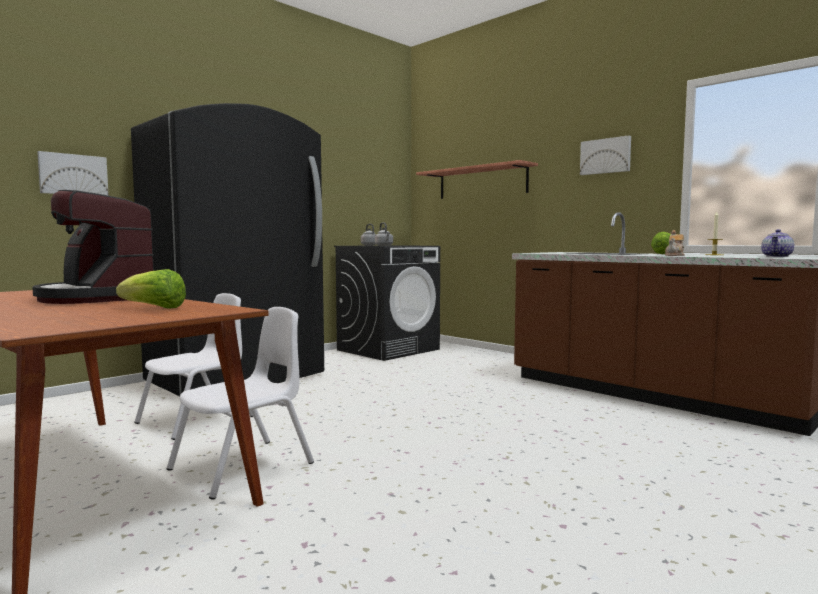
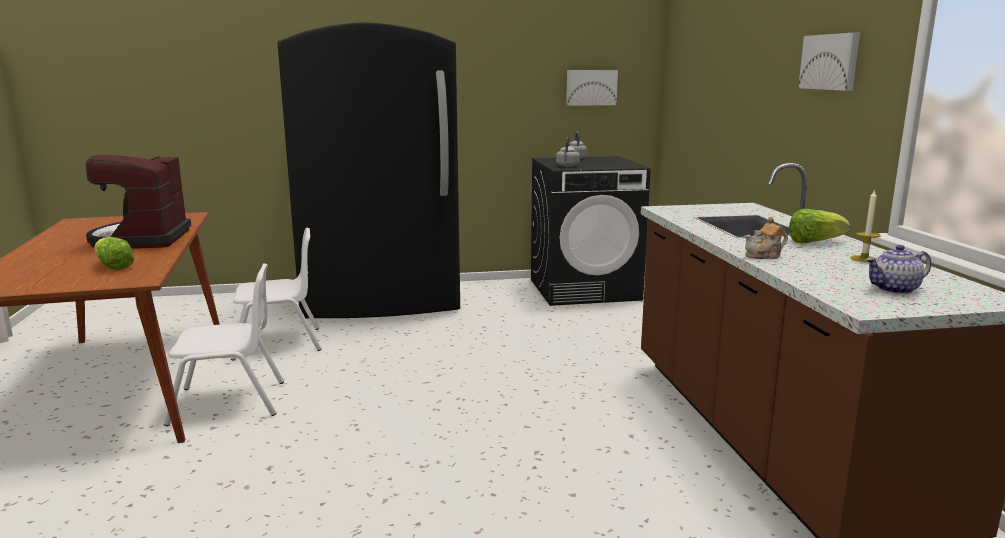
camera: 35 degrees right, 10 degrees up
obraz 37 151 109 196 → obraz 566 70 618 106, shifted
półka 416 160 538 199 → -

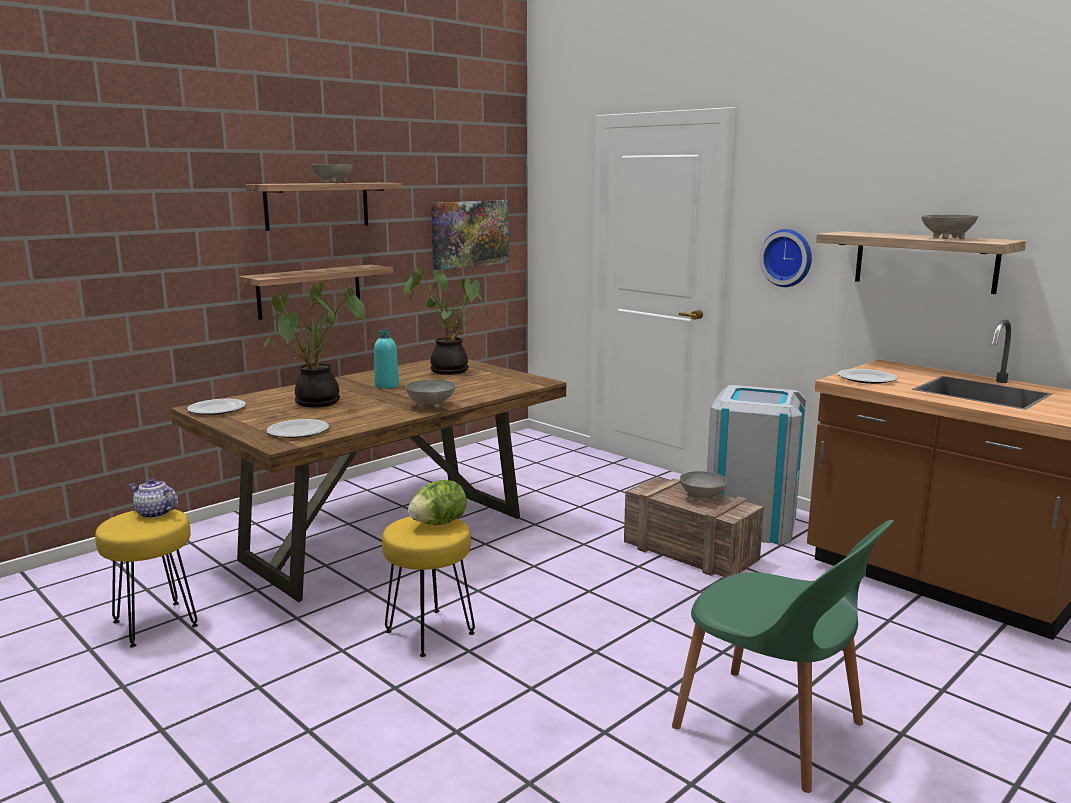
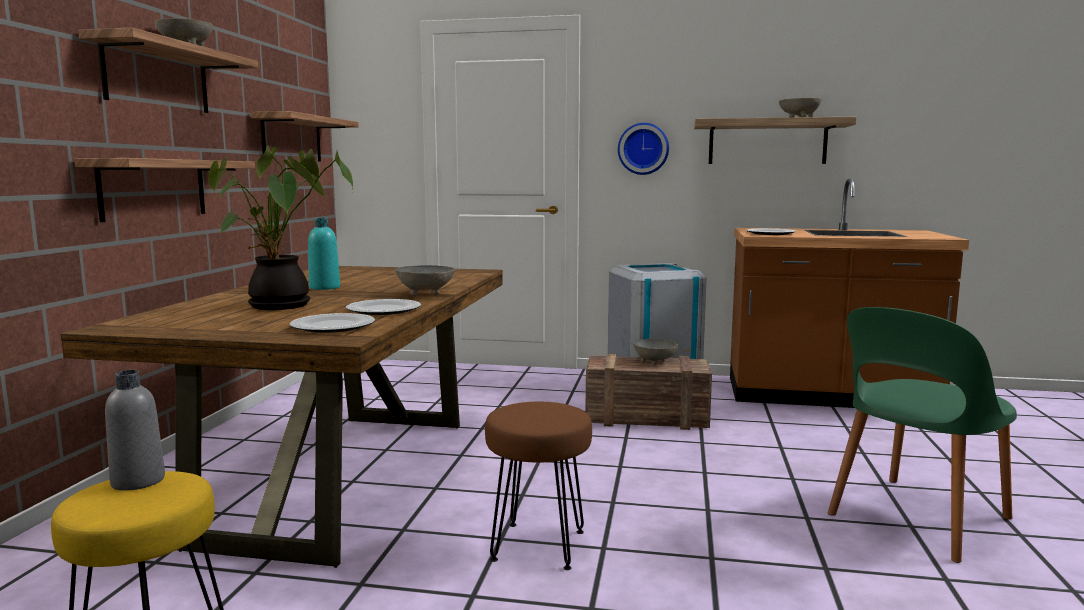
camera: 35 degrees left, 5 degrees down
imbryk 128 478 178 518 → butelka/szary 105 370 165 491
talerz 187 399 246 415 → talerz 346 299 421 315, shifted
stołek/żółty 382 517 475 657 → stołek/brązowy 485 402 592 570
roślina doniczkowa 404 267 489 375 → -
sałata 408 480 467 525 → -
obraz 431 200 509 270 → półka 251 111 359 161
krzesło/zielony 672 520 893 793 → krzesło/zielony 828 307 1017 563, 135 degrees clockwise

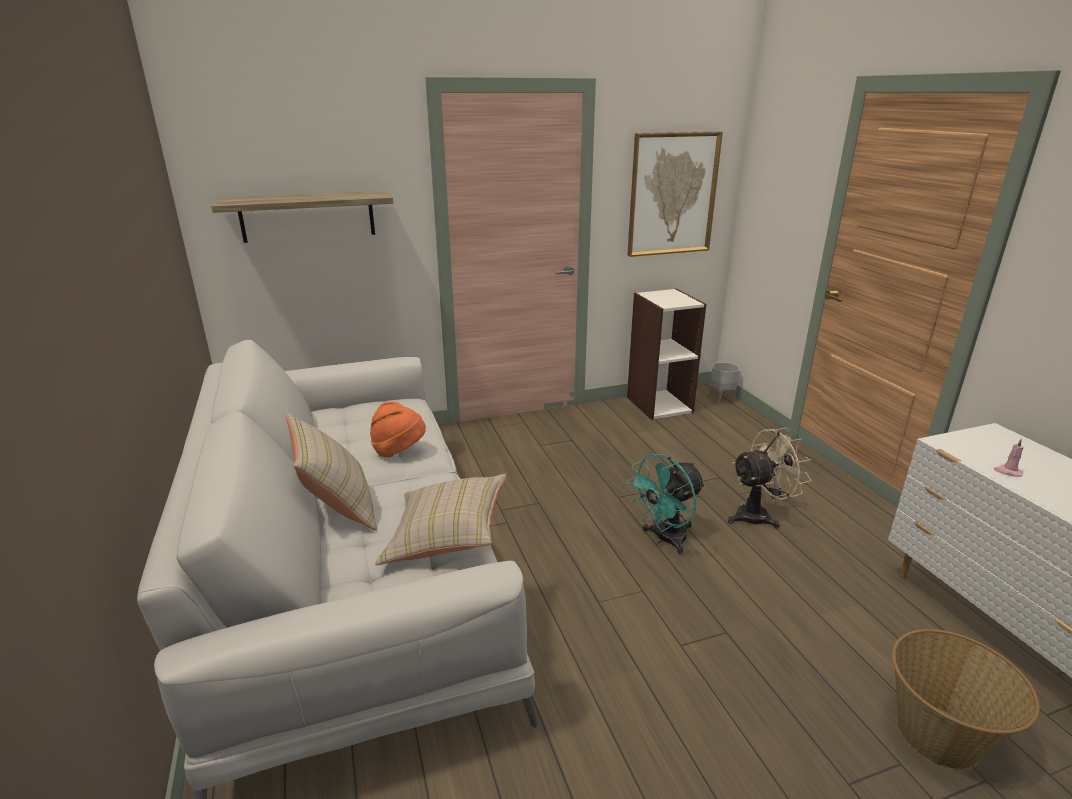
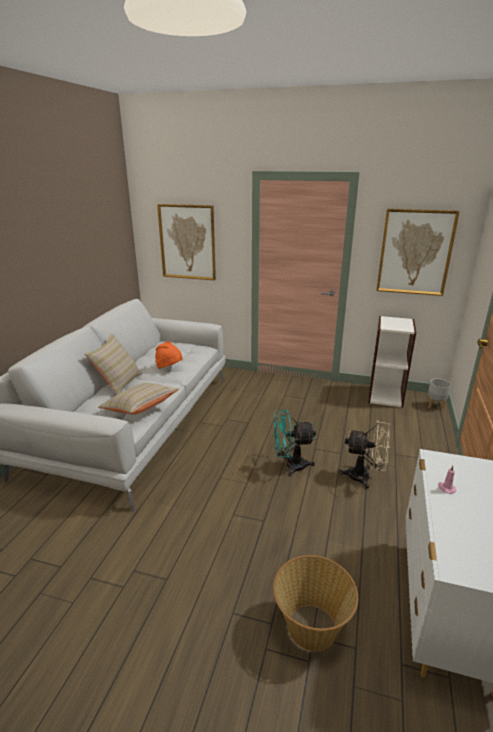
camera: 35 degrees right, 0 degrees up
półka 211 191 393 243 → obraz 157 204 216 280

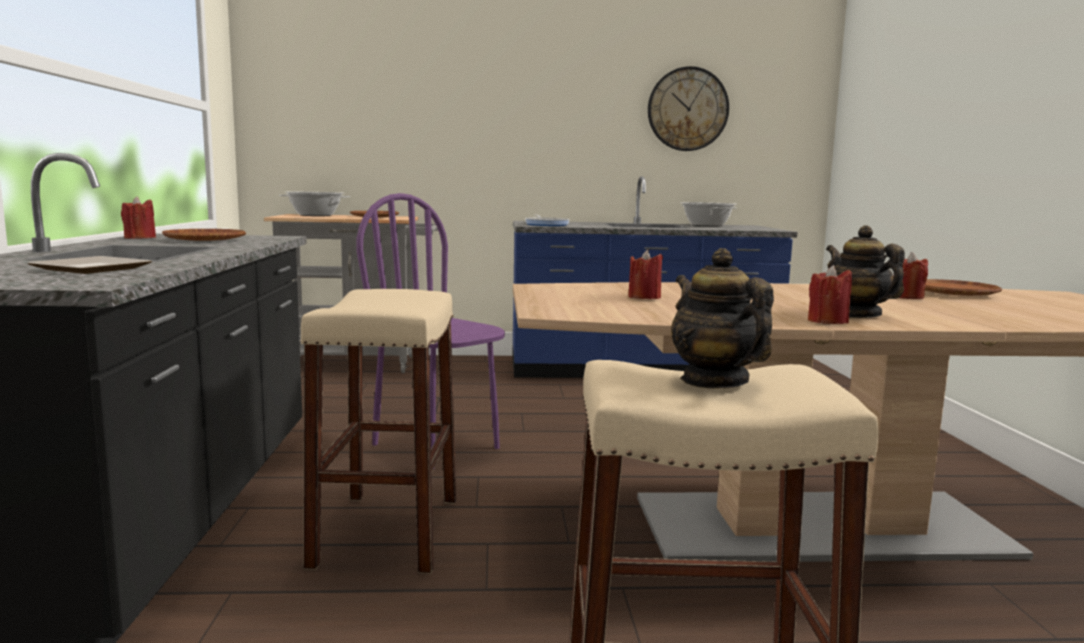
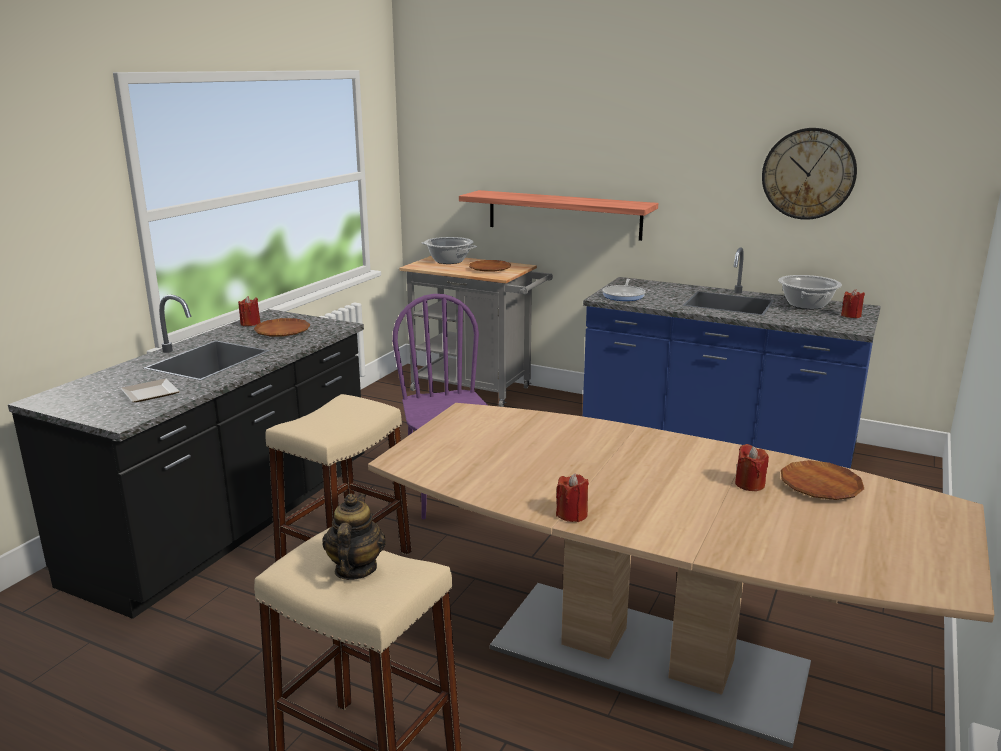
camera: 30 degrees right, 10 degrees up
świeca/czerwony 628 250 663 299 → świeca/czerwony 841 289 865 318, shifted
imbryk 826 226 905 318 → -
- → półka 459 190 658 241

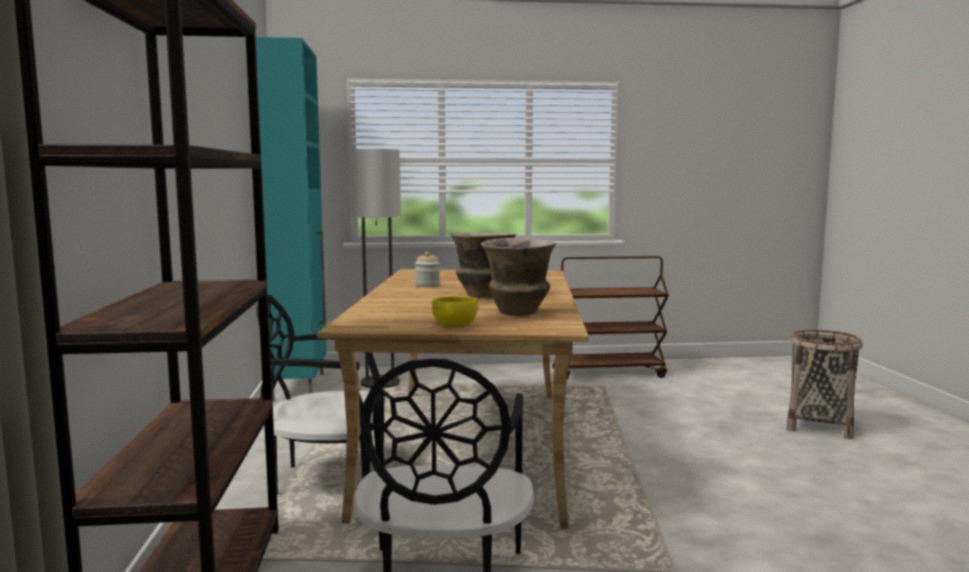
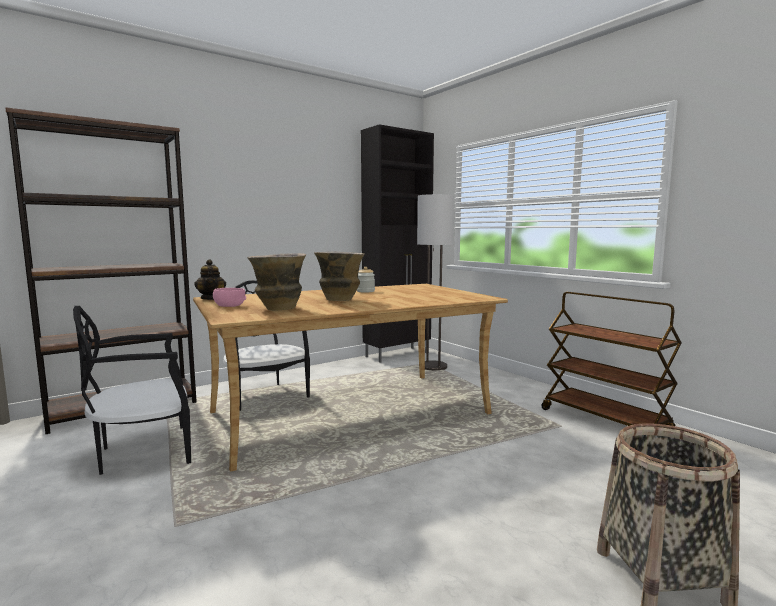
camera: 60 degrees right, 0 degrees up
szafka/turkusowy 256 37 327 401 → szafka/czarny 361 124 434 363
miska/żółty 432 296 478 326 → miska/różowy 213 288 246 307
- → imbryk 194 259 226 300

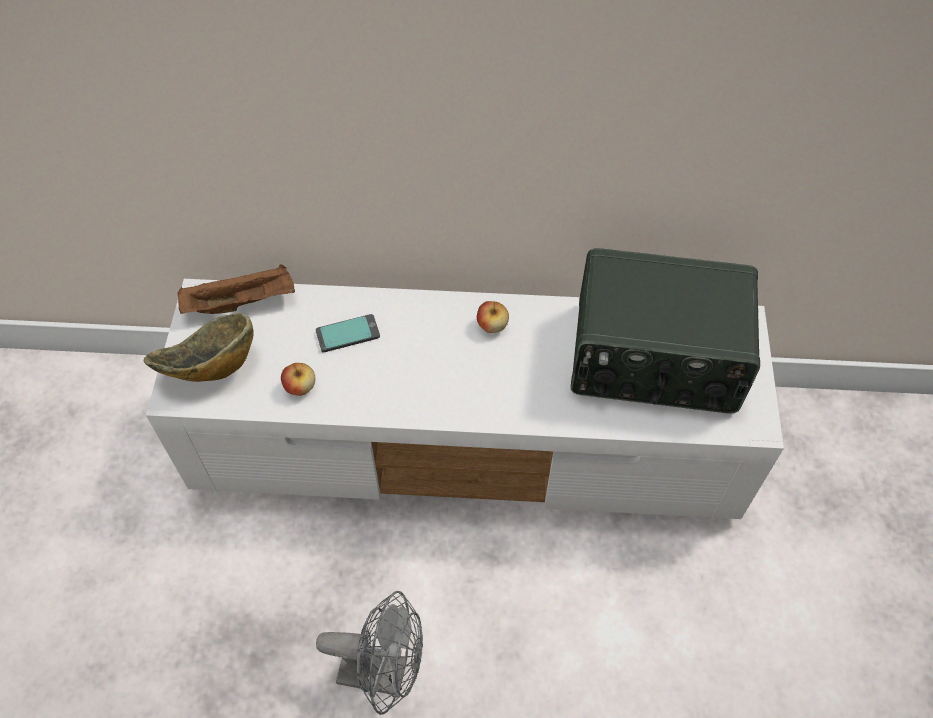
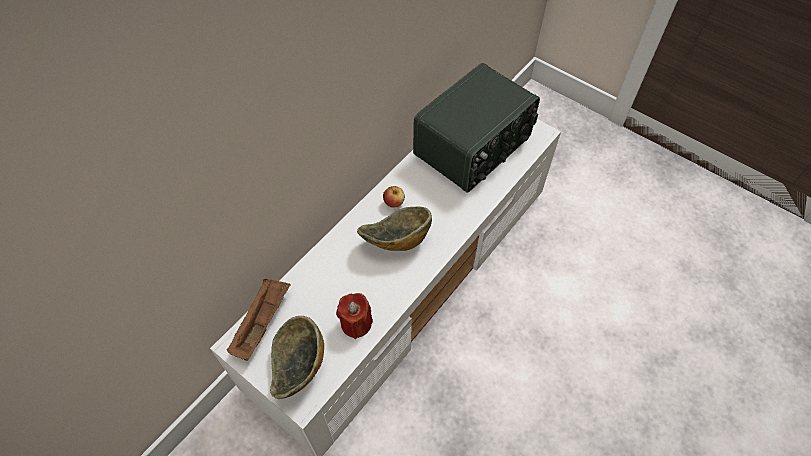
camera: 55 degrees left, 0 degrees up
jabłko 281 363 315 396 → świeca/czerwony 336 293 373 339
telefon 316 314 380 352 → -
wentylator/szary 316 591 423 715 → -
- → miska 357 207 432 251

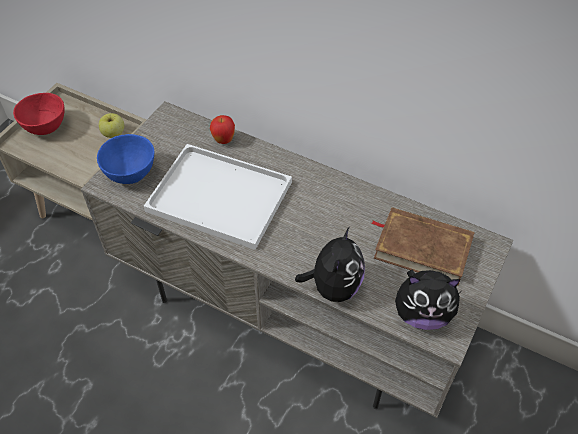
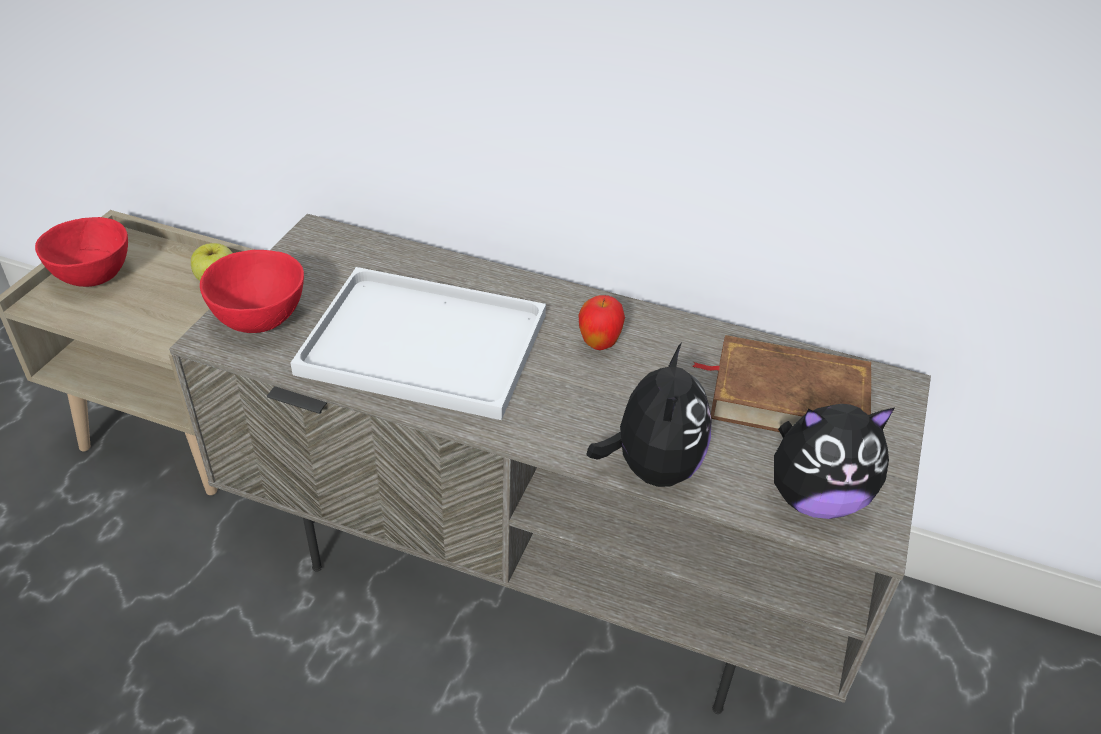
camera: 10 degrees left, 10 degrees down
miska/niebieski 97 134 154 184 → miska/czerwony 200 250 304 333
jabłko 210 115 235 144 → jabłko 579 295 625 350, shifted

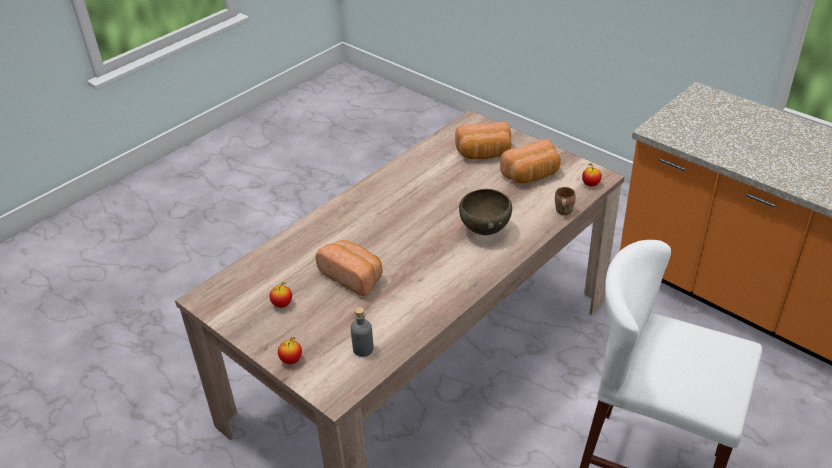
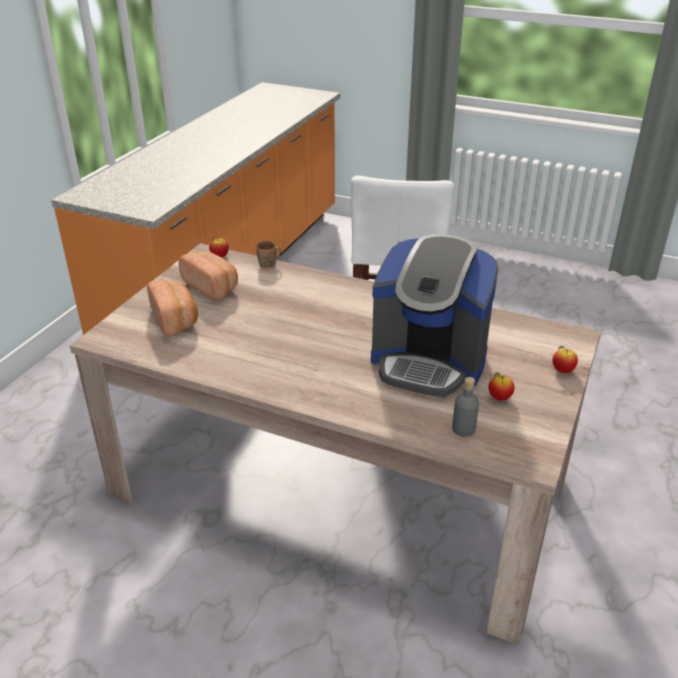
camera: 110 degrees left, 5 degrees down
chleb 316 240 382 296 → ekspres do kawy 371 234 499 397
butelka/szary 351 307 374 357 → butelka/szary 452 377 479 437, shifted
miska/brązowy 459 189 512 235 → -

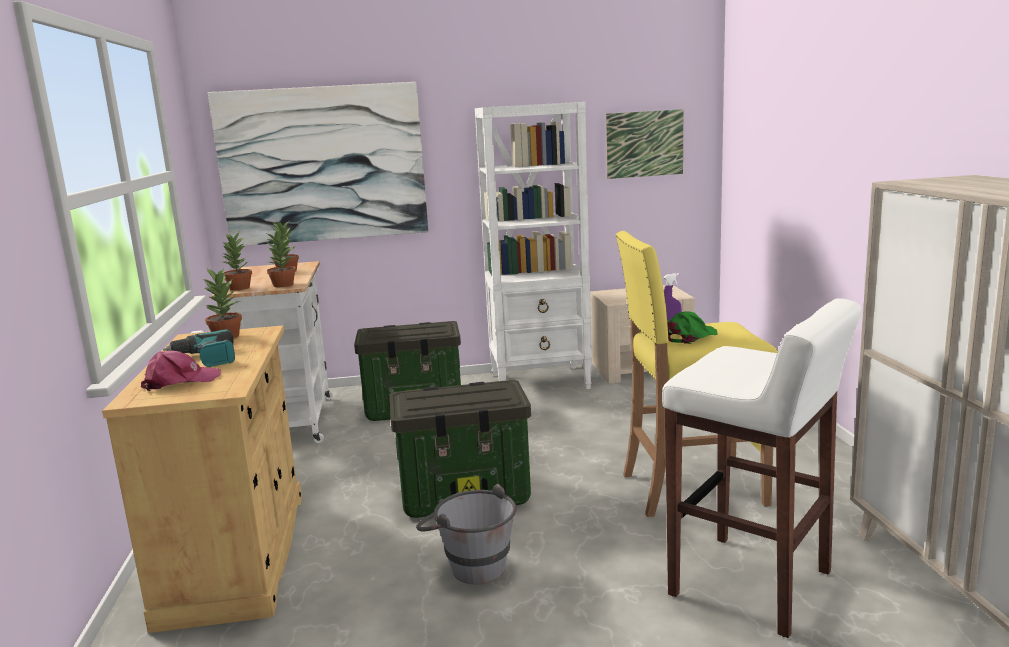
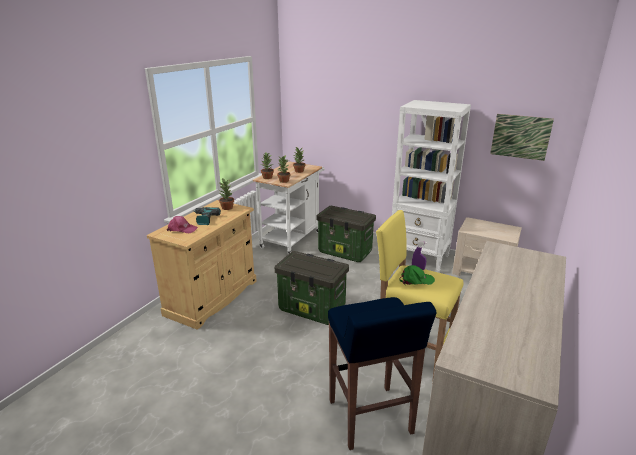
camera: 35 degrees right, 10 degrees up
obraz 208 82 428 246 → -
wiadro/szary 416 484 516 585 → -
stołek/biały 662 298 862 638 → stołek/niebieski 328 297 437 450

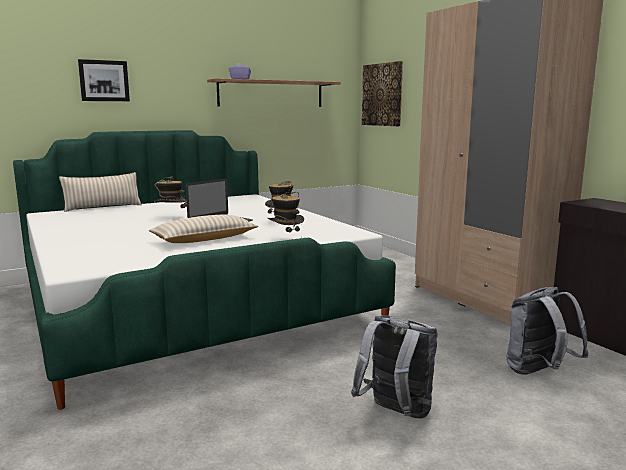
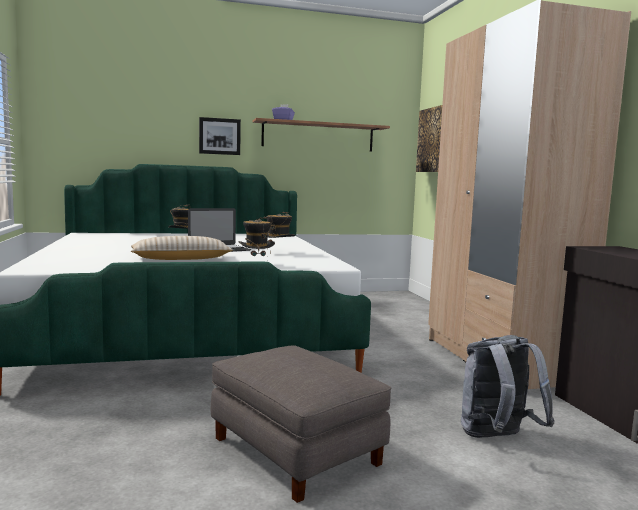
camera: 15 degrees right, 5 degrees down
poduszka/beżowy 59 172 142 212 → -
obraz 78 59 130 101 → obraz 199 117 241 155, shifted
plecak/szary 351 316 438 419 → pufa/szary 211 345 391 503

